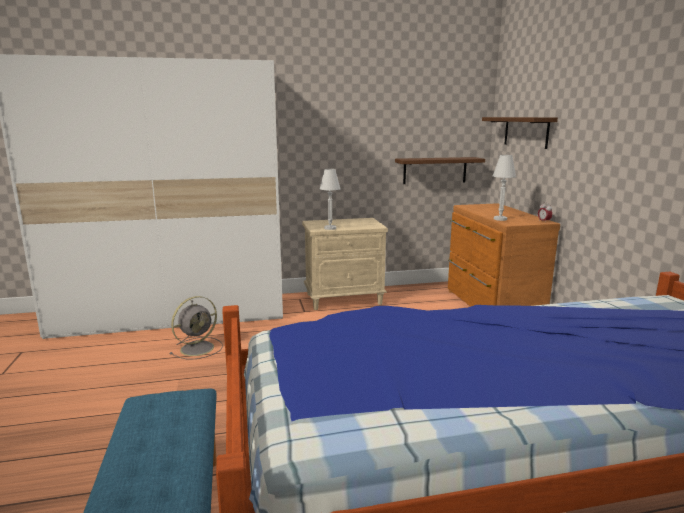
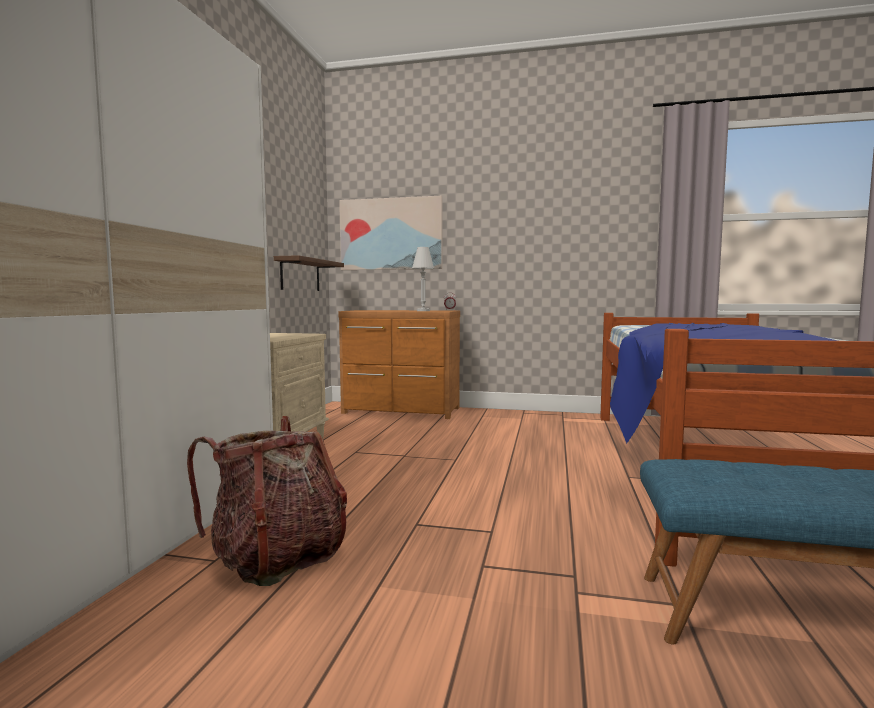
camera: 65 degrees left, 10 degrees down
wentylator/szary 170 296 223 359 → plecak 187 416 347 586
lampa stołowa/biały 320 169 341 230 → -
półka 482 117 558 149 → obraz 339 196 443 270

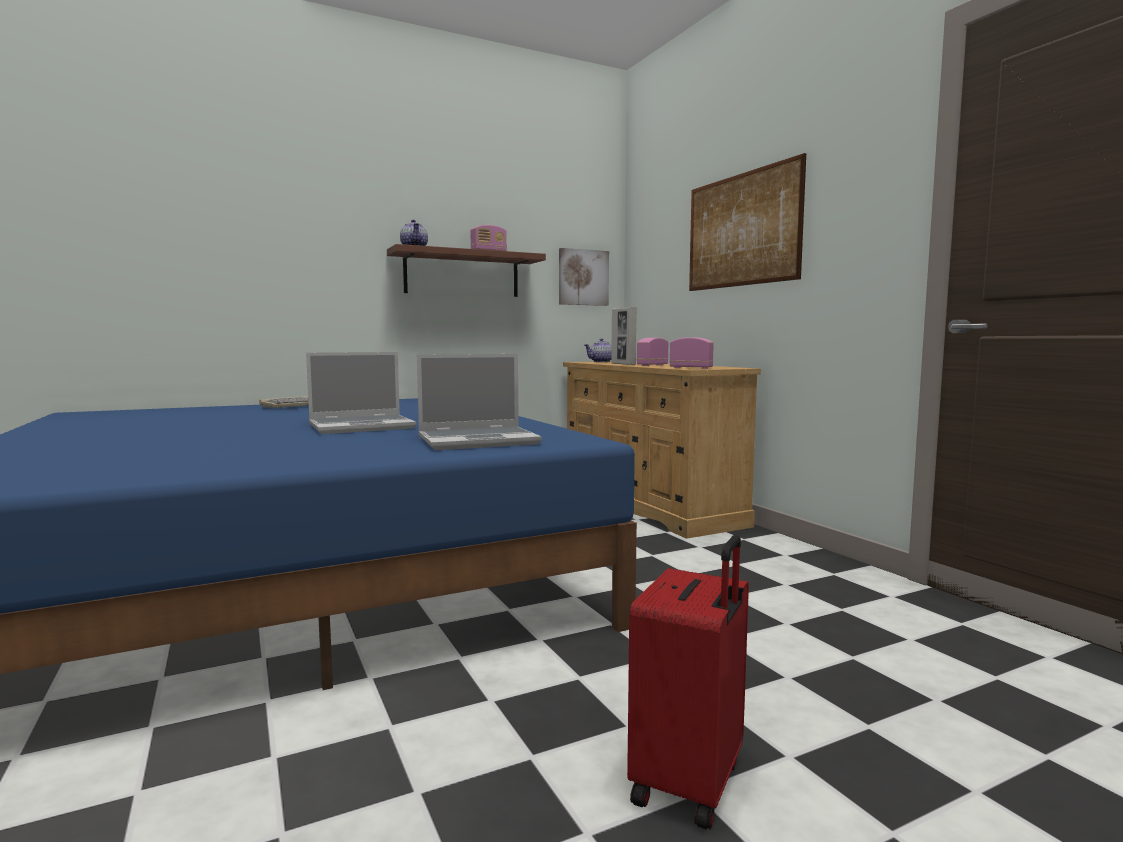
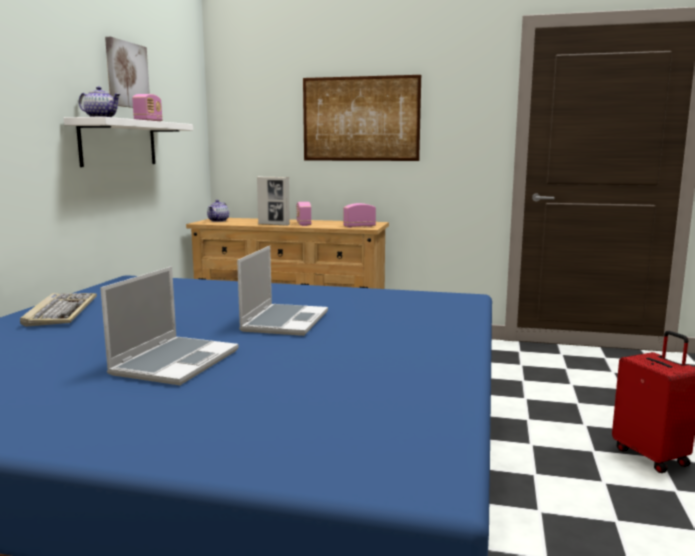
camera: 50 degrees left, 5 degrees up
półka/brązowy 387 244 546 297 → półka/biały 64 117 193 167
laptop 417 354 542 450 → laptop 100 266 239 385, shifted
obraz 559 248 609 306 → obraz 105 37 150 108, shifted

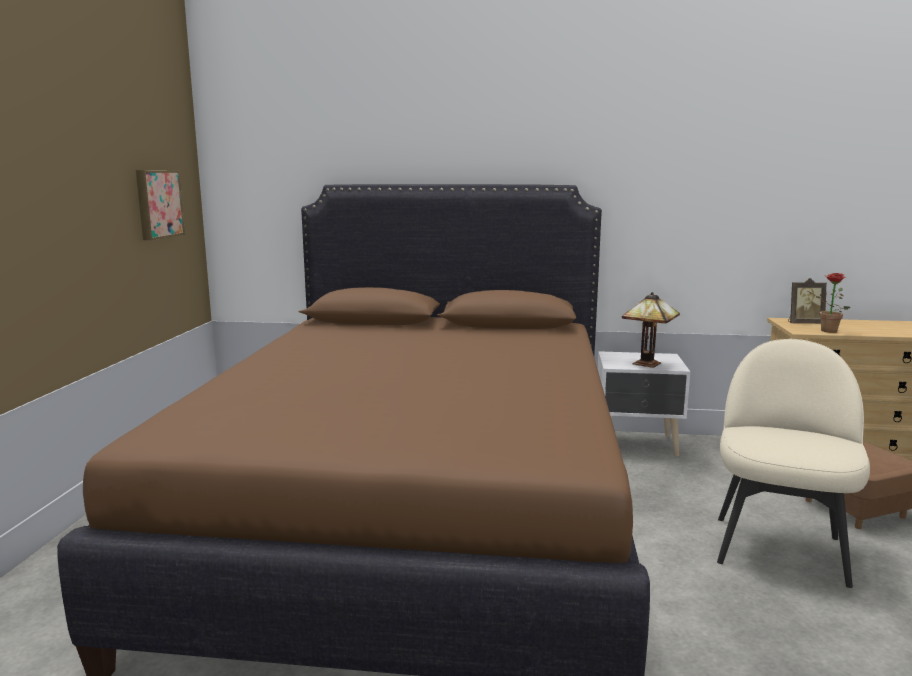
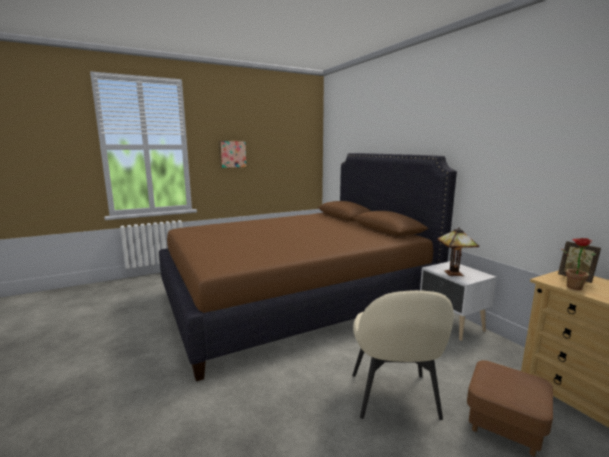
camera: 55 degrees right, 0 degrees up
obraz 136 170 185 240 → obraz 219 140 248 169, shifted
krzesło/beżowy 717 339 870 588 → krzesło/beżowy 352 290 454 420, 105 degrees clockwise

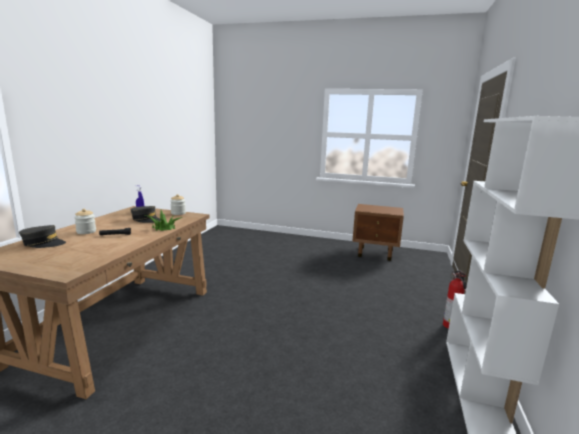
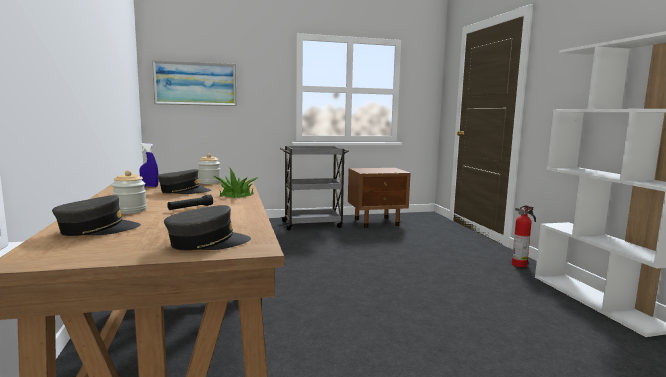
camera: 30 degrees left, 5 degrees down
- → obraz 152 60 237 106
- → czapka z daszkiem/szary 164 205 251 250
- → wózek/szary 280 146 349 230

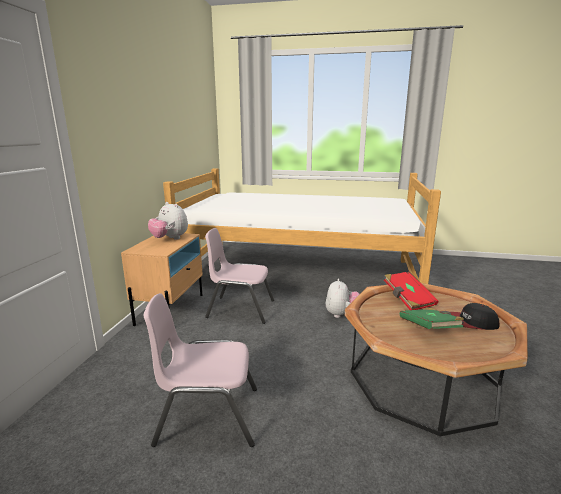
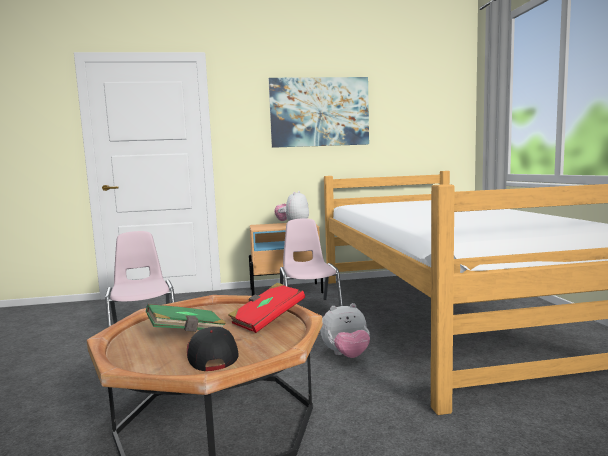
camera: 70 degrees right, 10 degrees down
- → obraz 269 77 369 148

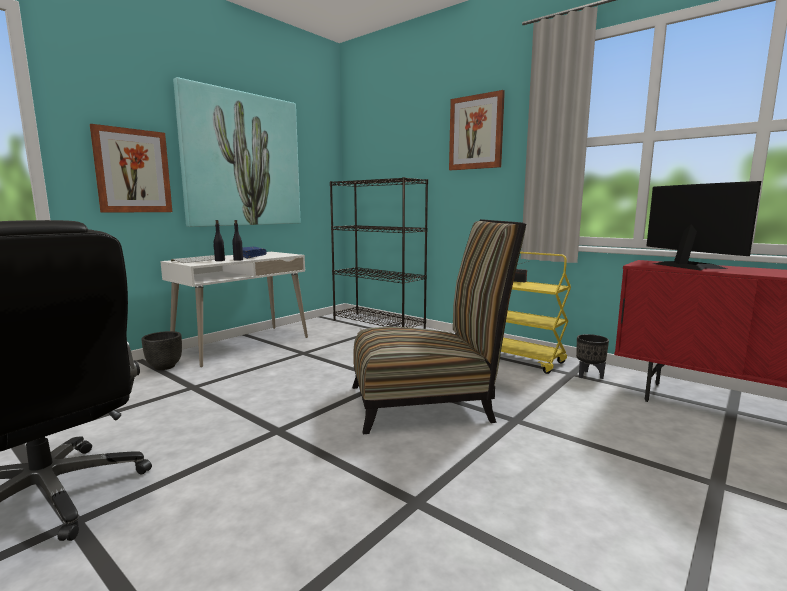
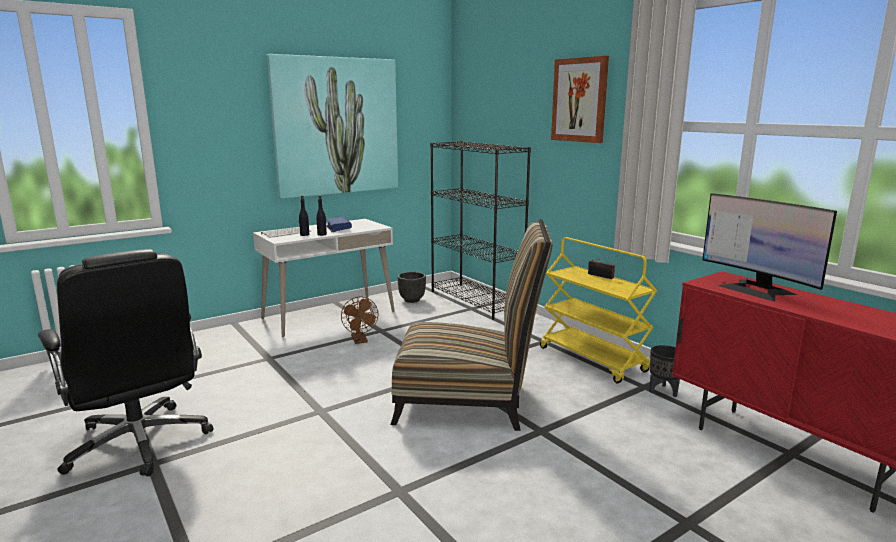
camera: 15 degrees right, 5 degrees up
obraz 90 124 172 213 → -
donica/czarny 142 331 182 370 → donica/czarny 398 272 426 303, shifted
monitor 646 181 761 271 → monitor 702 193 837 302, 150 degrees clockwise
- → wentylator/brązowy 341 297 378 344

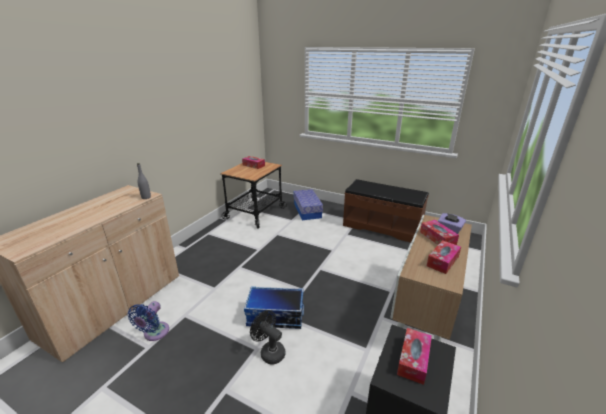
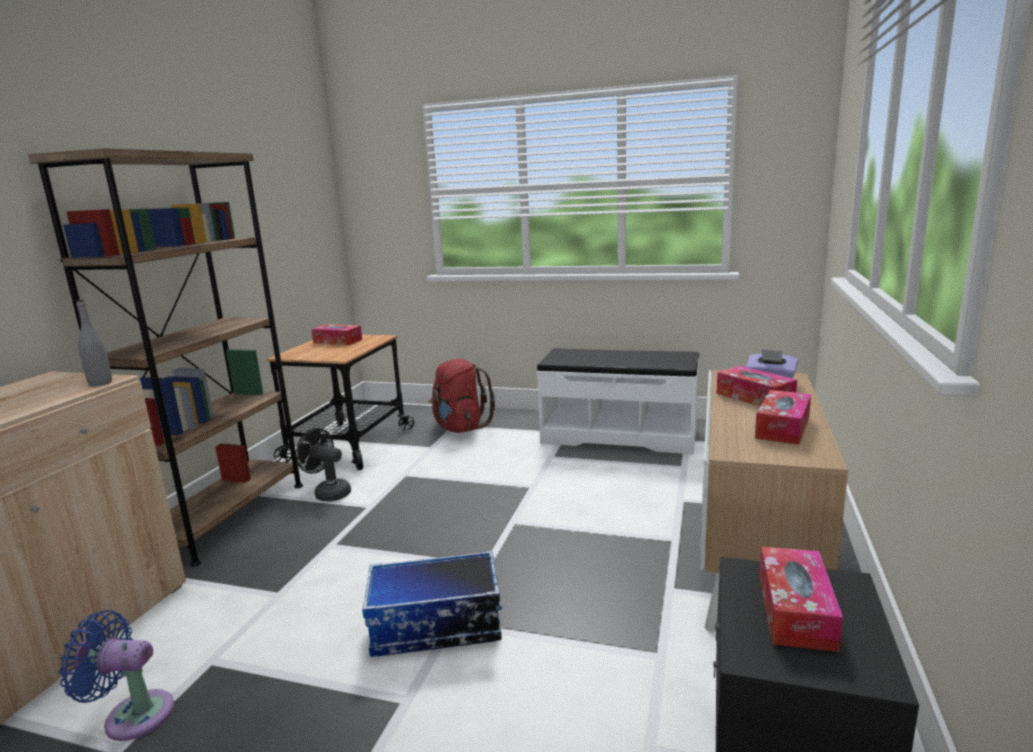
camera: 10 degrees left, 10 degrees down
wentylator/niebieski 127 301 169 341 → wentylator/niebieski 59 610 174 741, 90 degrees clockwise
wentylator/czarny 250 310 286 365 → wentylator/czarny 296 428 351 502, shifted
pojemnik do przechowywania 293 189 323 220 → plecak/czerwony 428 359 495 433
ławka/brązowy 343 179 429 243 → ławka/biały 536 348 699 455
- → regał/brązowy 28 148 303 566

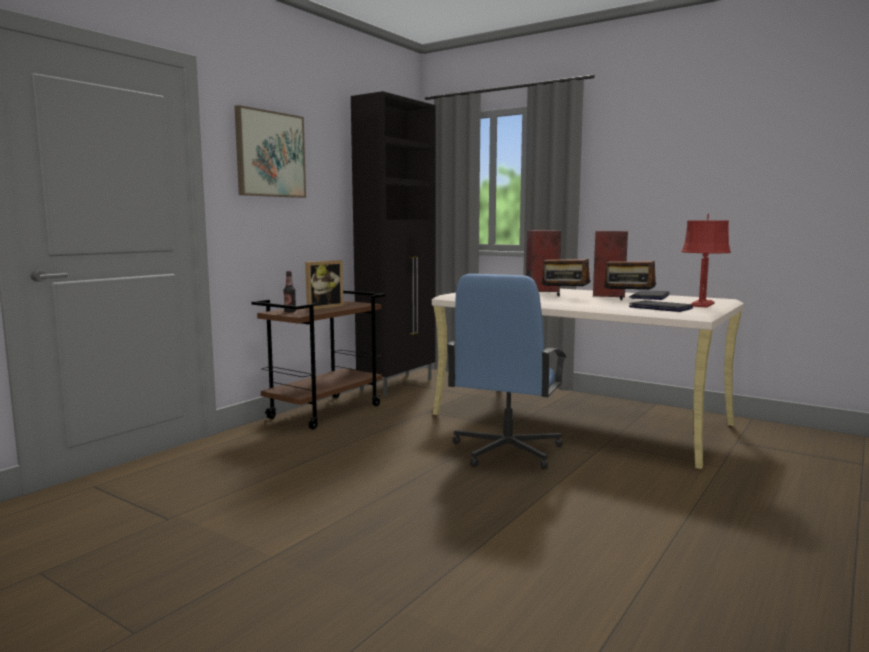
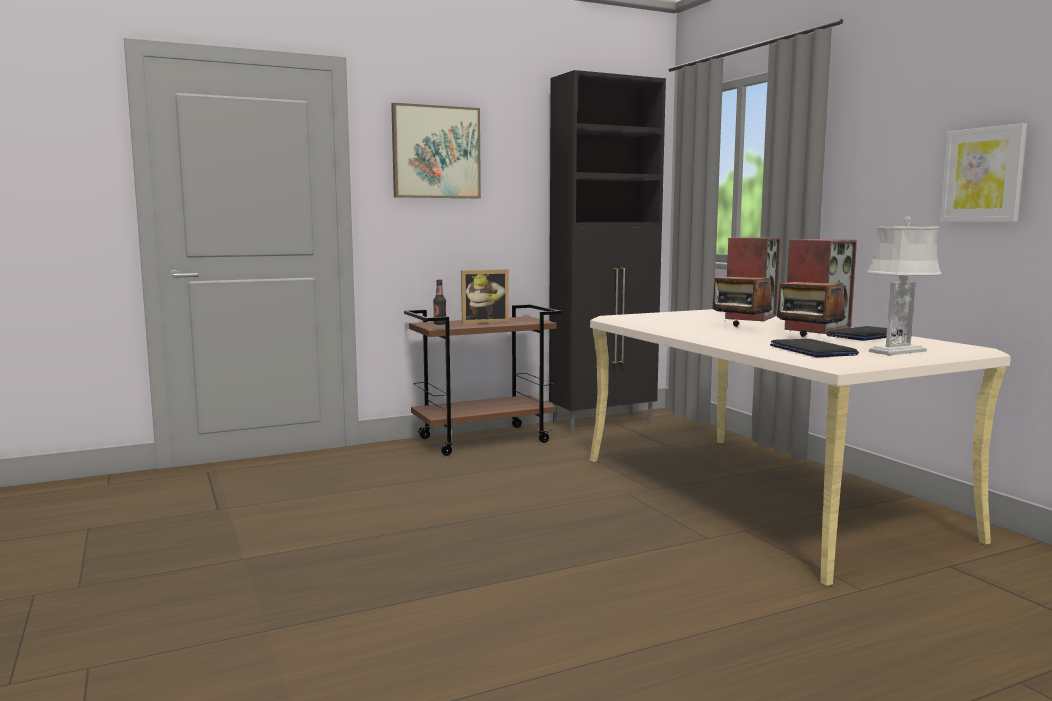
camera: 30 degrees right, 0 degrees up
krzesło biurowe/niebieski 446 274 566 469 → -
lampa stołowa/czerwony 681 214 731 308 → lampa stołowa/szary 867 216 942 355
- → obraz 940 123 1027 222

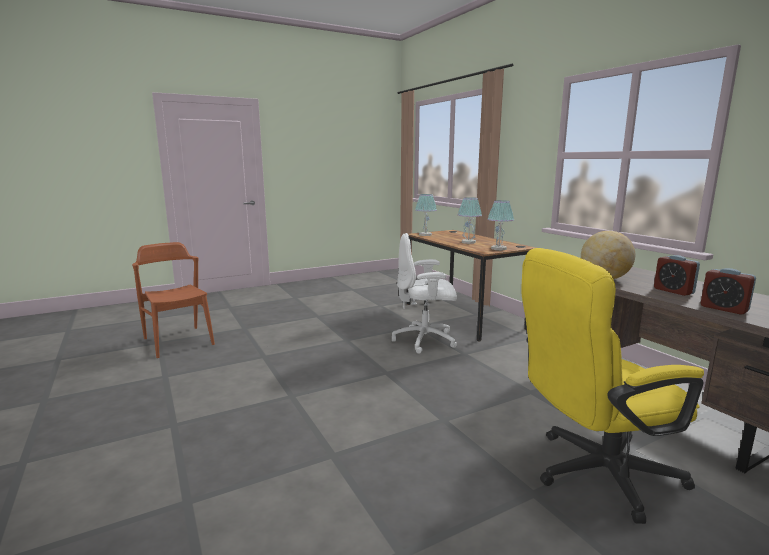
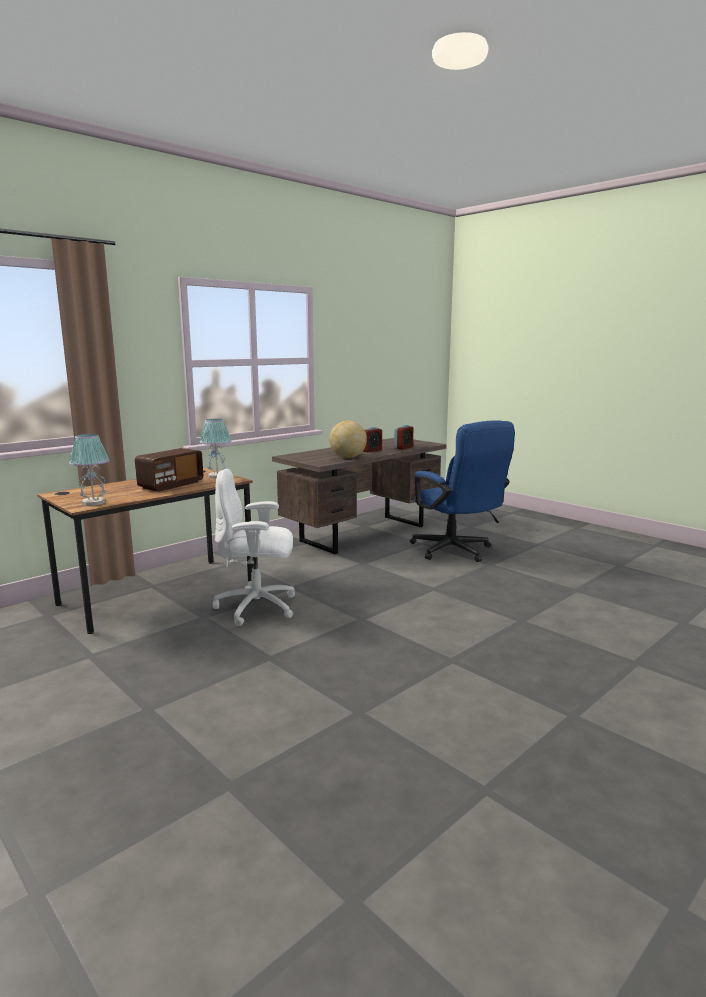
camera: 105 degrees left, 0 degrees up
krzesło/brązowy 132 242 215 358 → -
krzesło biurowe/biały 392 233 457 354 → krzesło biurowe/biały 212 469 295 626, 105 degrees clockwise
lampa stołowa 458 197 482 244 → radio 135 448 203 492
krzesło biurowe/żółty 521 248 704 524 → krzesło biurowe/niebieski 410 421 515 562

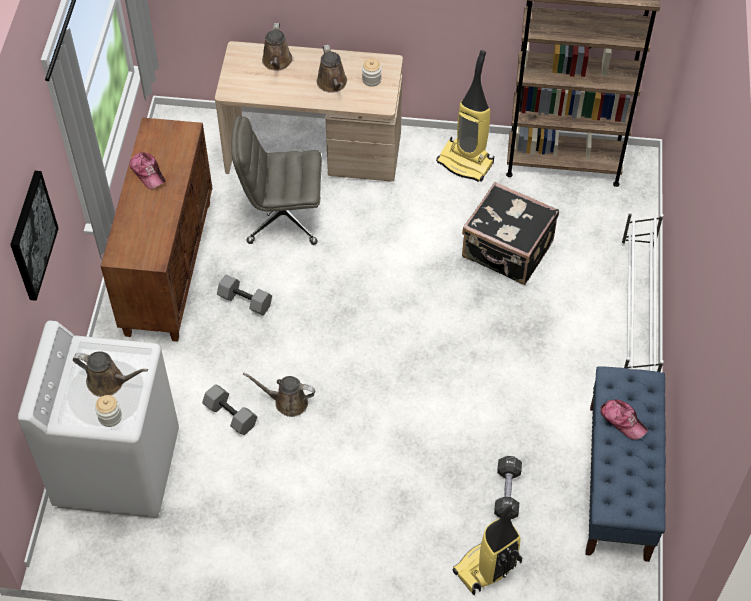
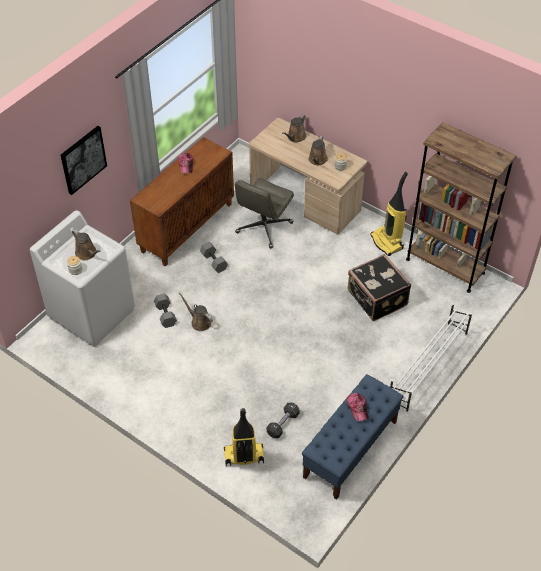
camera: 30 degrees right, 5 degrees down
krzesło biurowe/szary 231 116 322 245 → krzesło biurowe/szary 235 178 294 248, 90 degrees counterclockwise

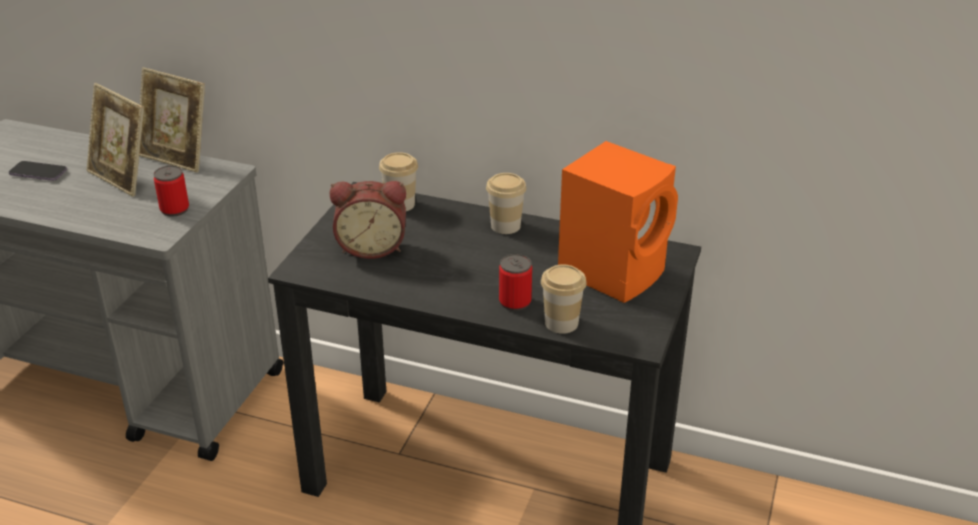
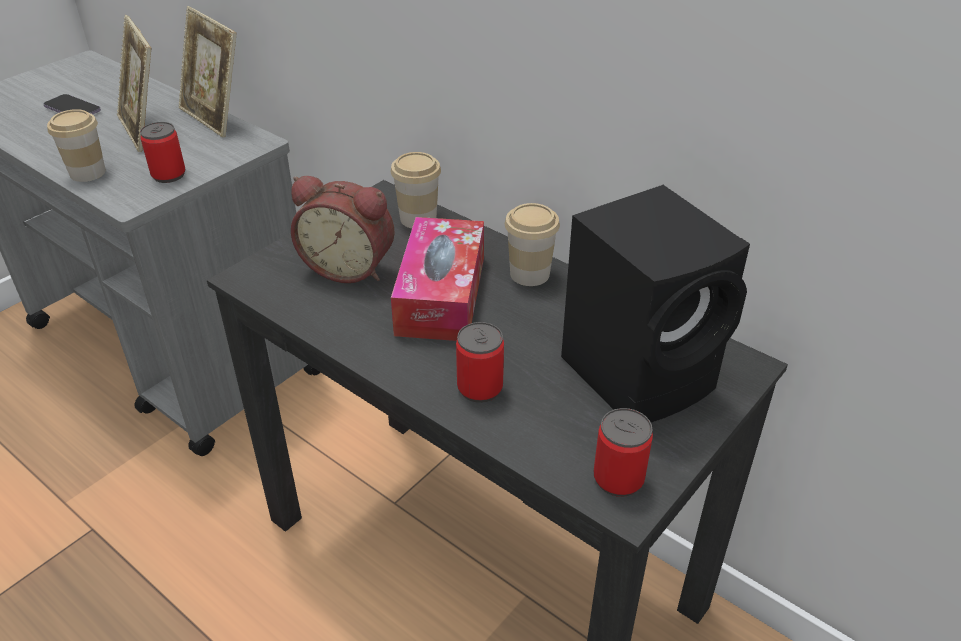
camera: 20 degrees right, 5 degrees up
filiżanka 541 264 587 334 → filiżanka 47 109 106 182, shifted
głośnik/pomarańczowy 558 141 678 303 → głośnik/czarny 561 185 750 422
- → pudełko chusteczek 391 217 484 341
- → puszka 594 408 653 497

